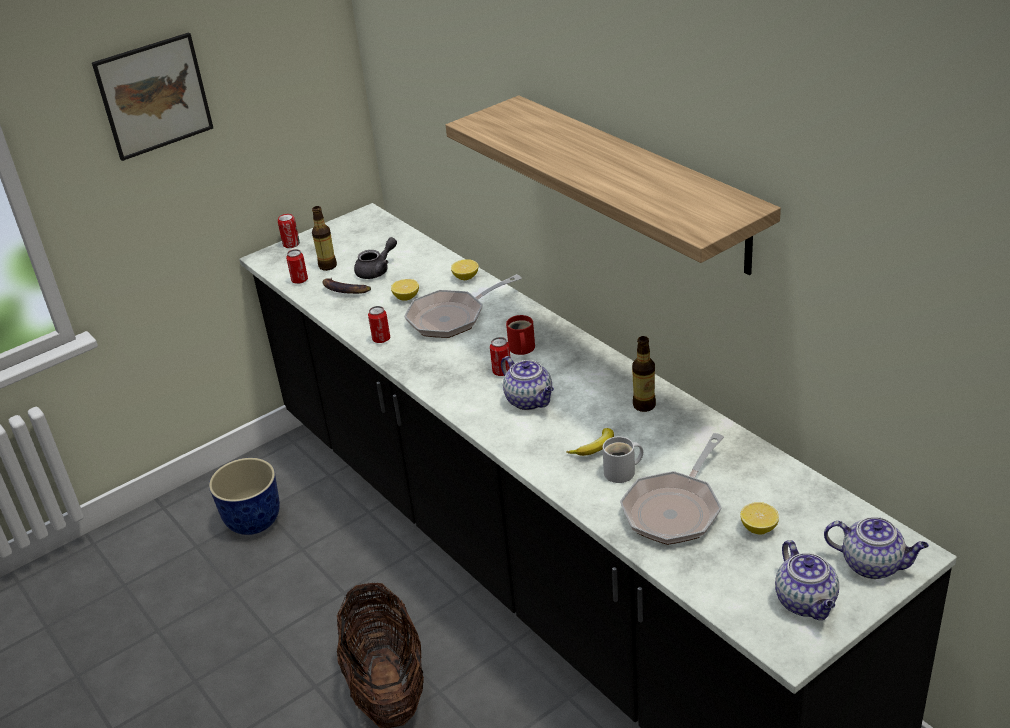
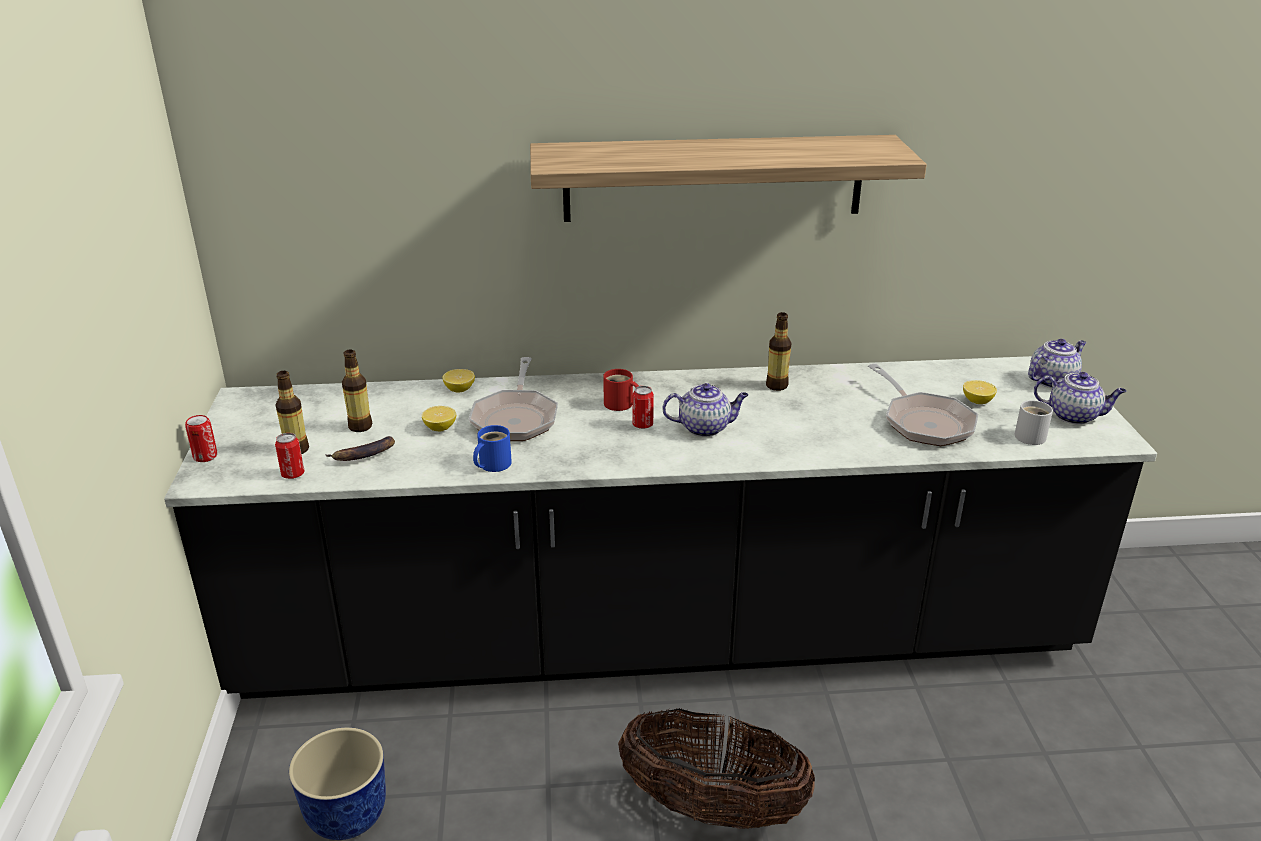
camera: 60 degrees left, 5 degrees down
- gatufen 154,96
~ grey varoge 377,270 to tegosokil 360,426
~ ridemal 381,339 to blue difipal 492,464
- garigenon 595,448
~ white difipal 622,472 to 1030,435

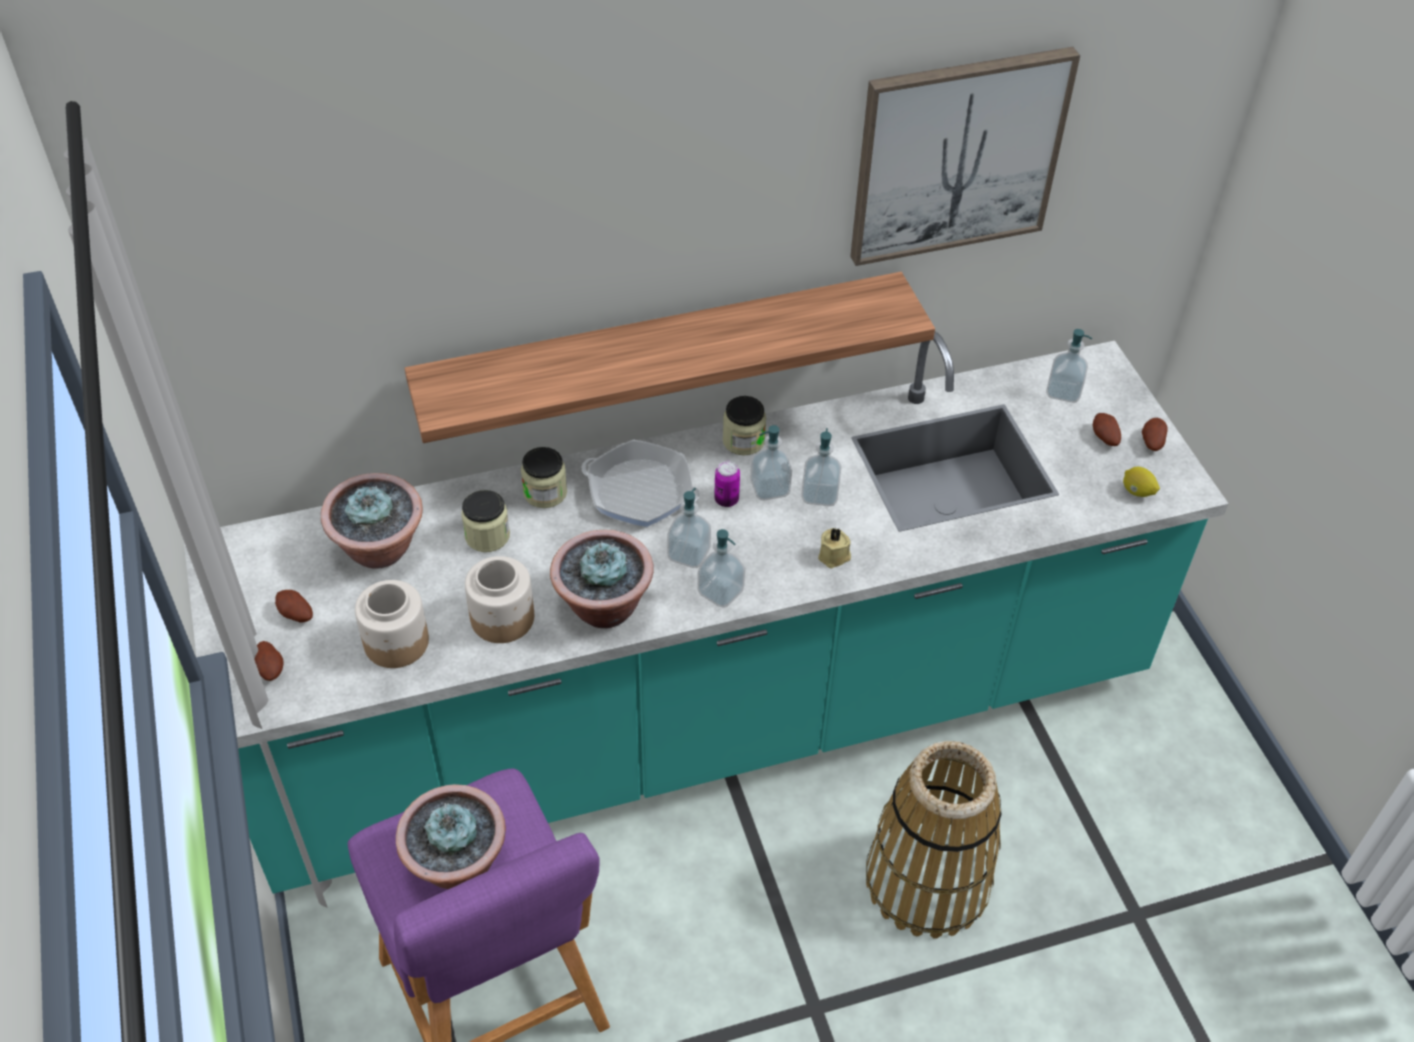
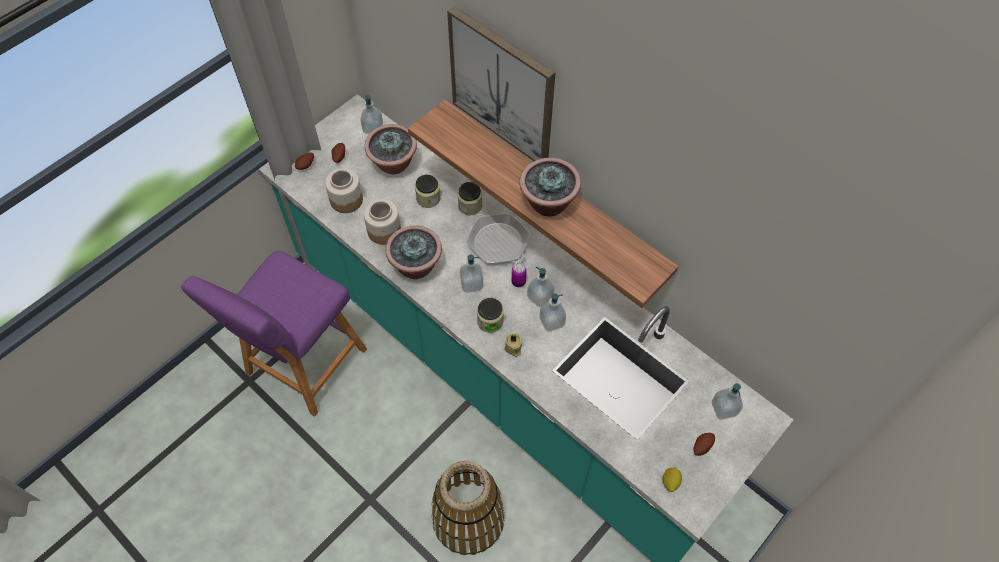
camera: 60 degrees right, 10 degrees up
~ gatufen 957,155 to 502,86
~ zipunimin 743,441 to 490,321
- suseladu 1151,442
~ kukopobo 640,491 = 498,243 150 degrees clockwise
~ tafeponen 720,592 to 373,128
~ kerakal 457,865 to 548,203

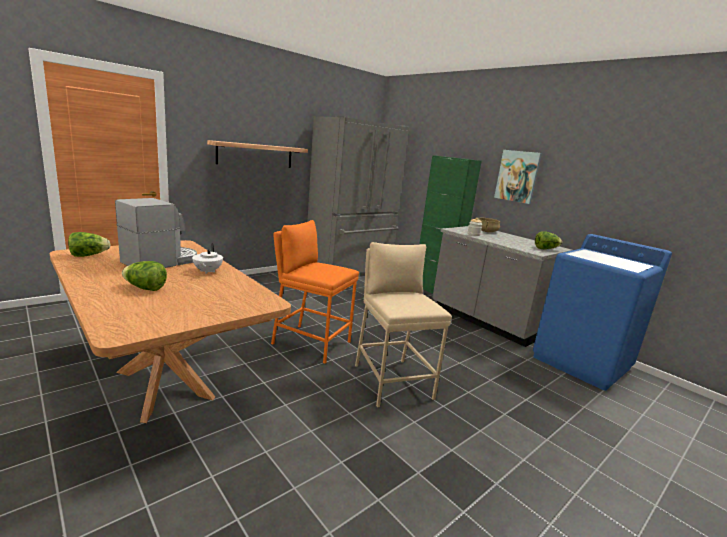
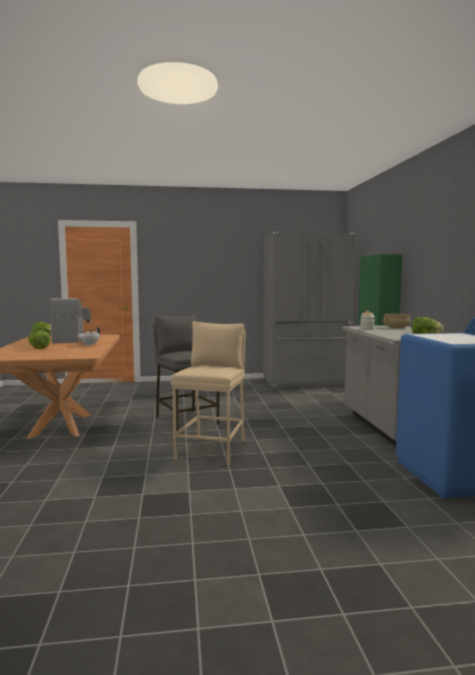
camera: 35 degrees right, 10 degrees down
- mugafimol 255,155
- gatufen 517,176
~ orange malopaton 311,342 to grey malopaton 186,420

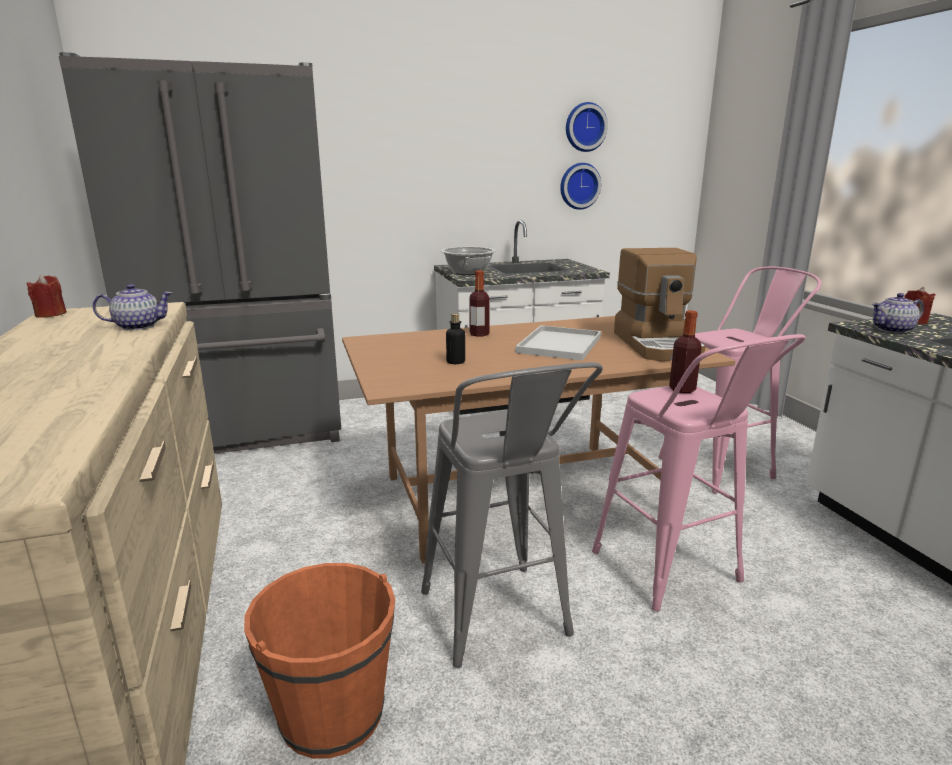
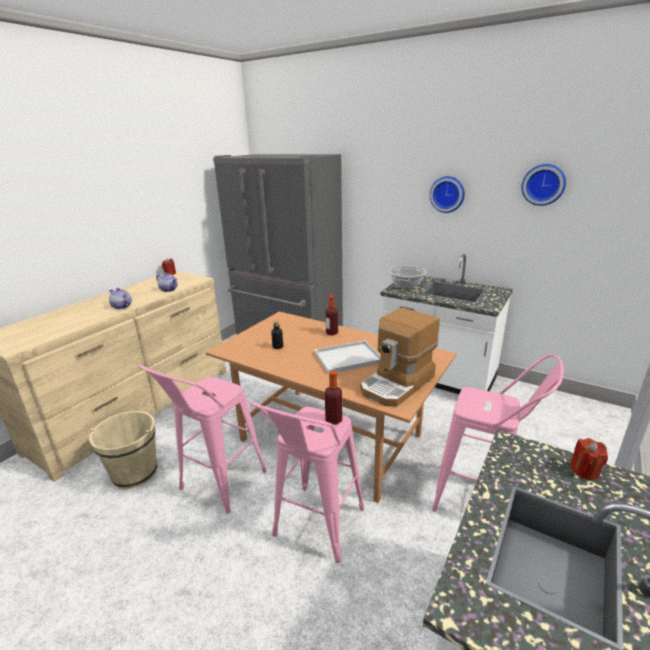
camera: 50 degrees right, 5 degrees up
~ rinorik 579,186 to 447,194
~ varoge 893,330 to 122,307
~ grey malopaton 499,624 to pink malopaton 217,486
~ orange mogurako 332,714 to beige mogurako 135,472

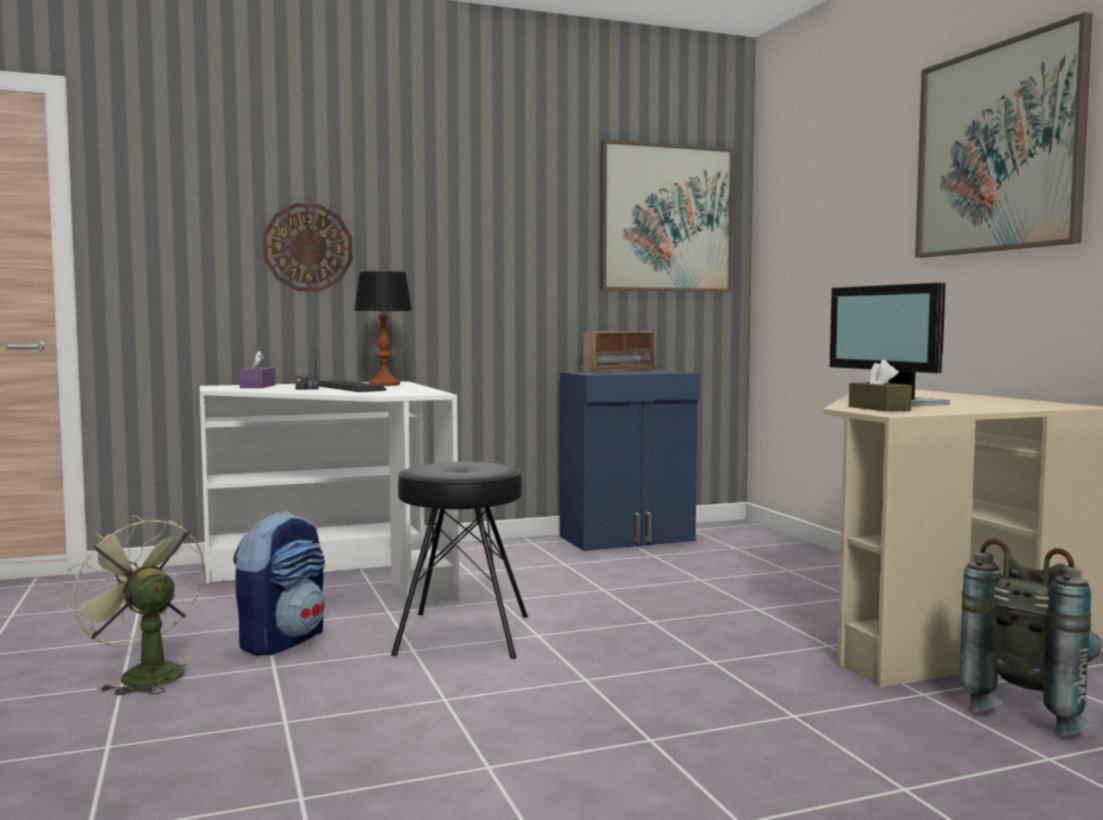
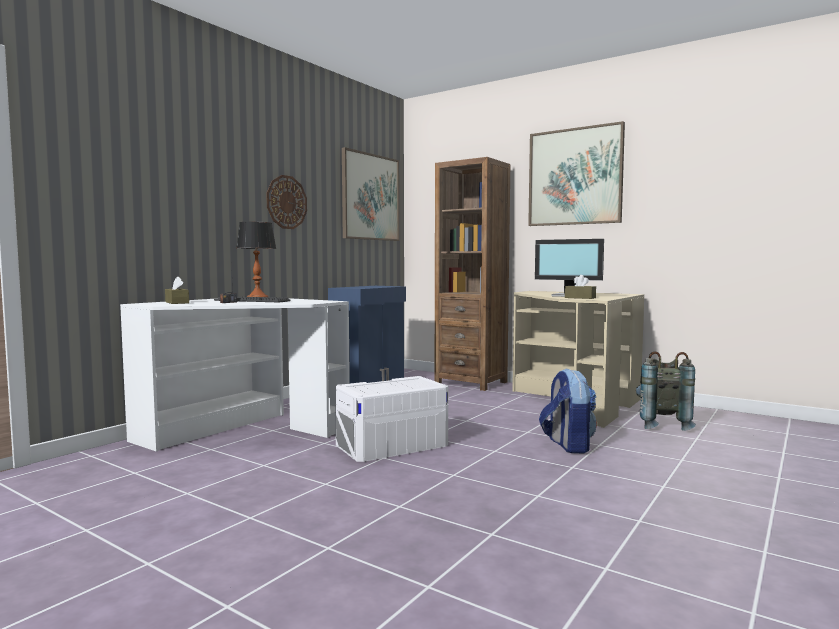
camera: 35 degrees left, 0 degrees up
~ rinorik 308,247 to 286,202
- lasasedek 618,371
~ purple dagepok 258,386 to brown dagepok 177,302
~ black malopaton 462,635 to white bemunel 391,445
~ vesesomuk 282,641 to 567,445
- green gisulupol 143,674
+ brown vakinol 471,383

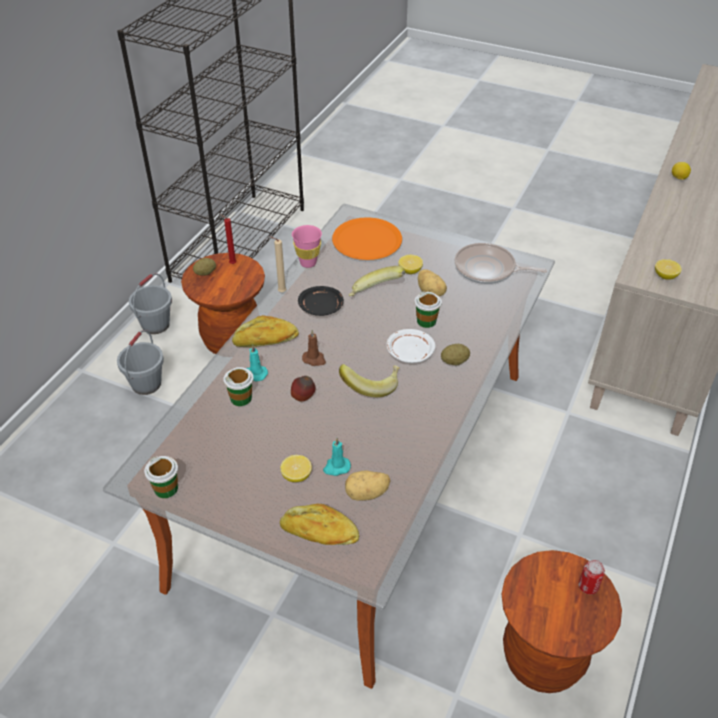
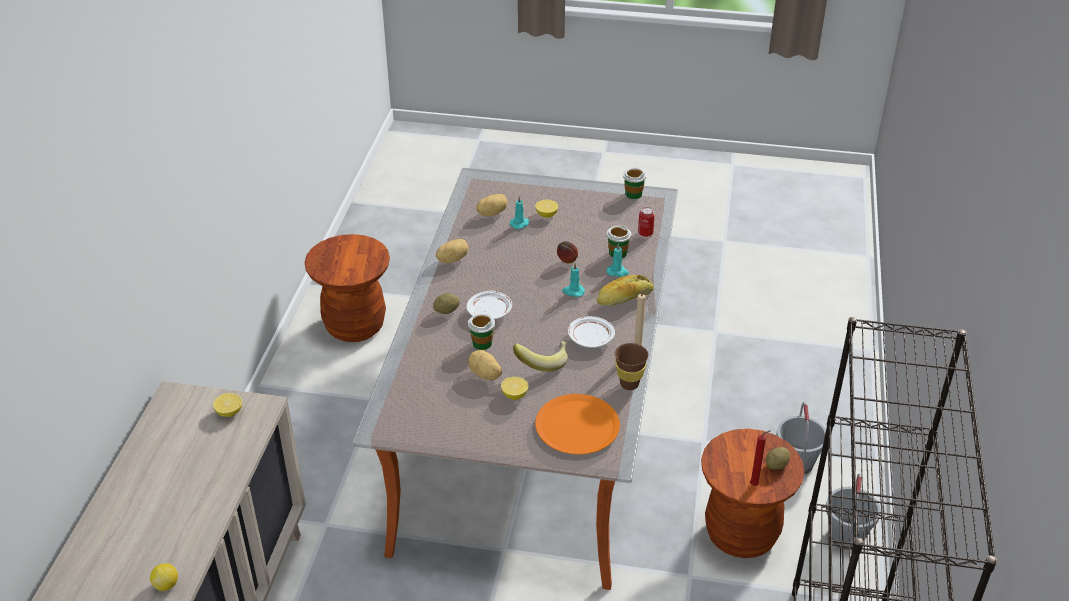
camera: 165 degrees right, 5 degrees down
~ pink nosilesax 308,263 to brown nosilesax 629,384
- kukopobo 488,269
~ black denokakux 321,307 to white denokakux 590,338
~ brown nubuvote 314,359 to turquoise nubuvote 573,291
- garigenon 371,385
- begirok 319,534
~ ridemal 588,586 to 645,233
+ suseladu 452,259

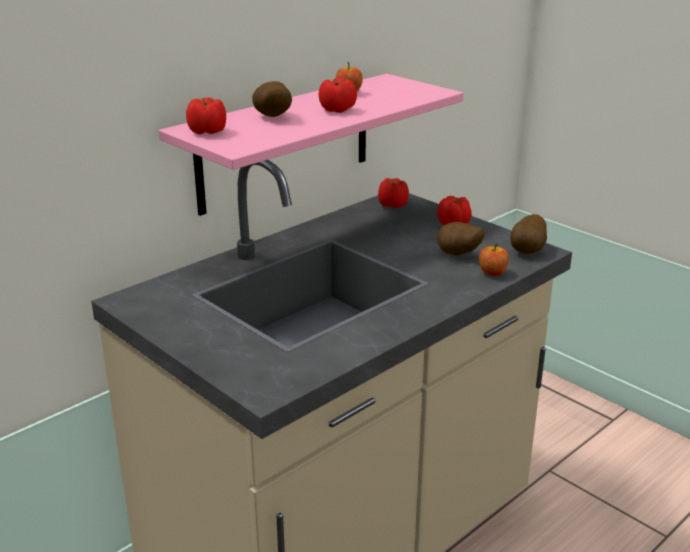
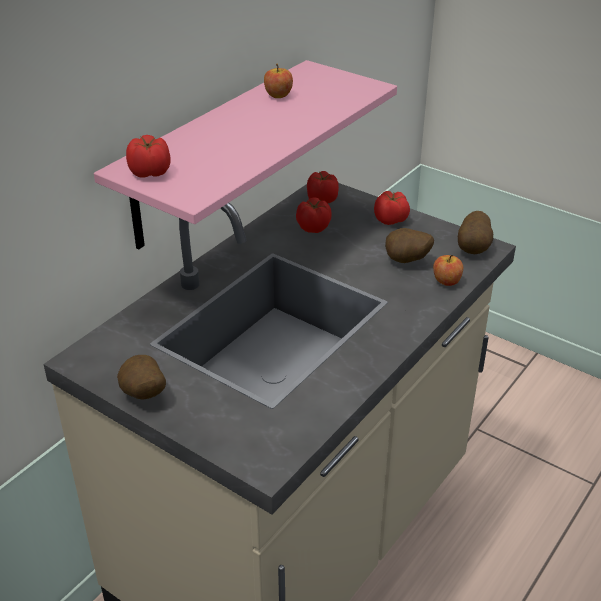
camera: 10 degrees left, 10 degrees up
~ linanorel 338,110 to 314,227
~ suseladu 272,117 to 143,395

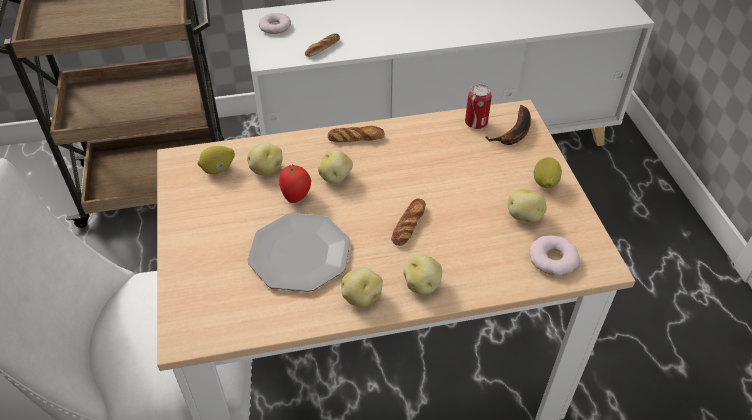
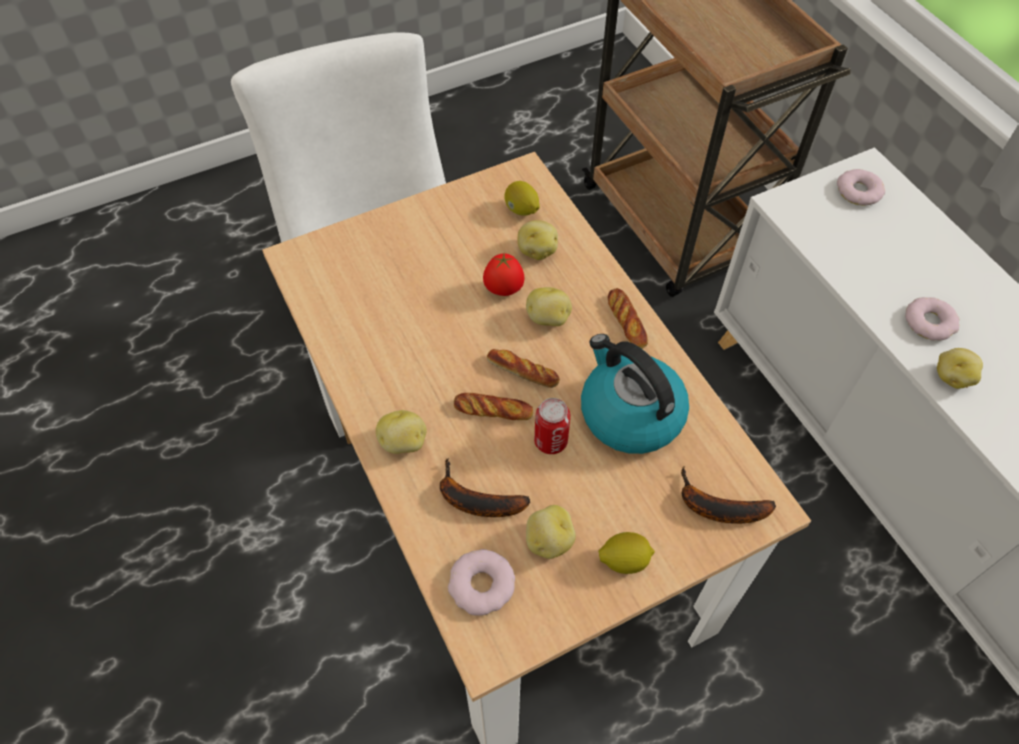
camera: 75 degrees right, 10 degrees up
~ begirok 322,48 to 522,371
~ ridemal 476,123 to 550,441
- denokakux 300,254
~ suseladu 361,297 to 952,377
+ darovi 929,322
+ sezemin 629,414
+ garigenon 474,500

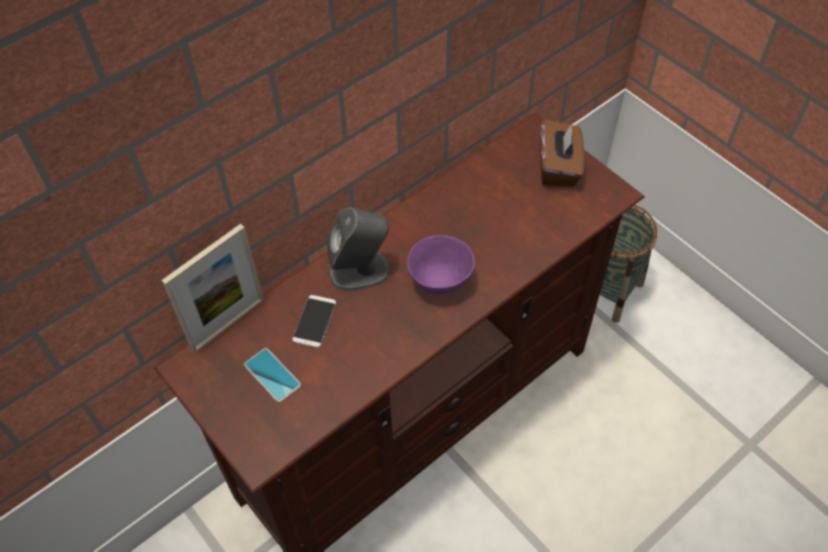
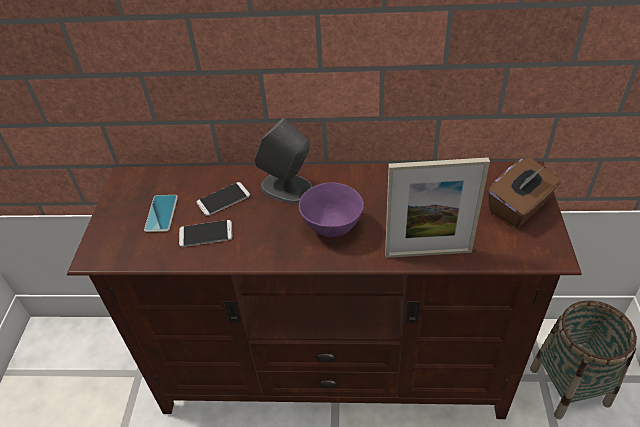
camera: 45 degrees right, 10 degrees down
~ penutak 228,324 to 428,253
+ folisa 206,234

